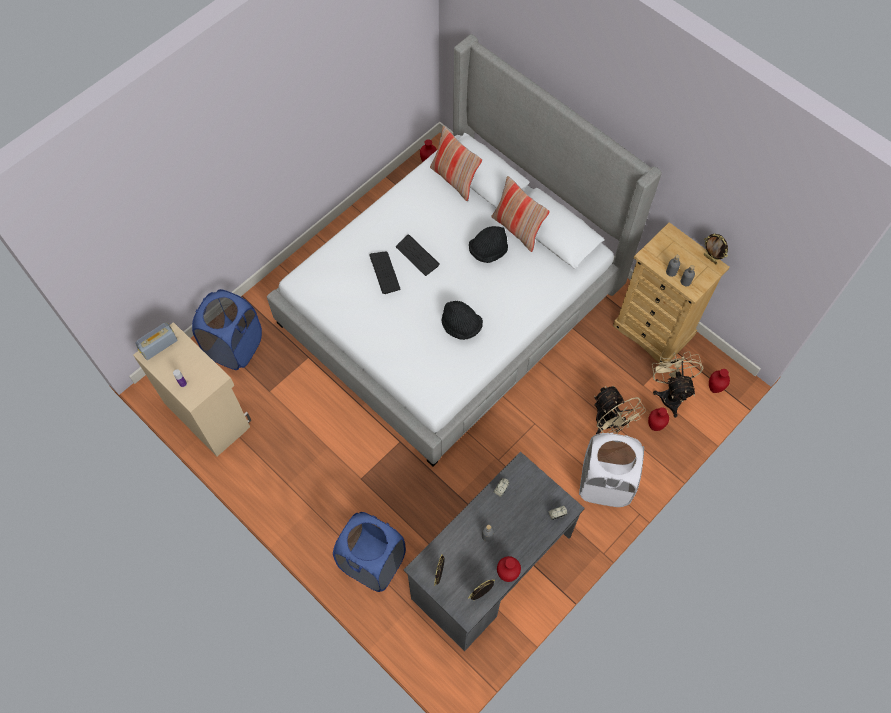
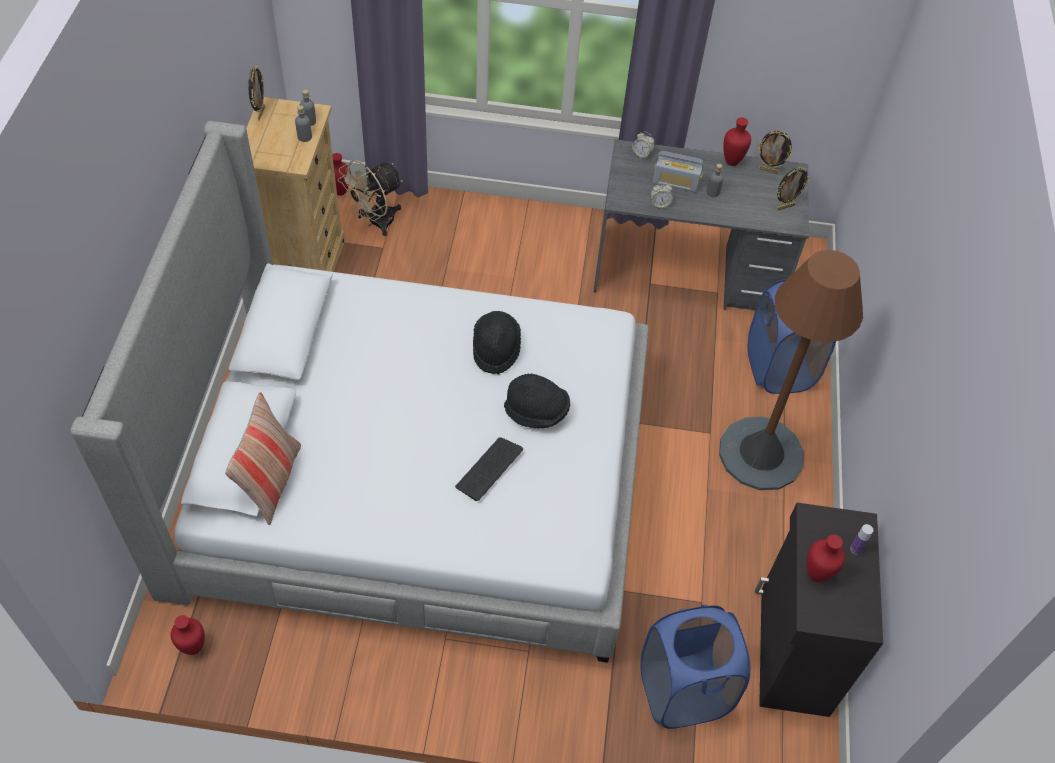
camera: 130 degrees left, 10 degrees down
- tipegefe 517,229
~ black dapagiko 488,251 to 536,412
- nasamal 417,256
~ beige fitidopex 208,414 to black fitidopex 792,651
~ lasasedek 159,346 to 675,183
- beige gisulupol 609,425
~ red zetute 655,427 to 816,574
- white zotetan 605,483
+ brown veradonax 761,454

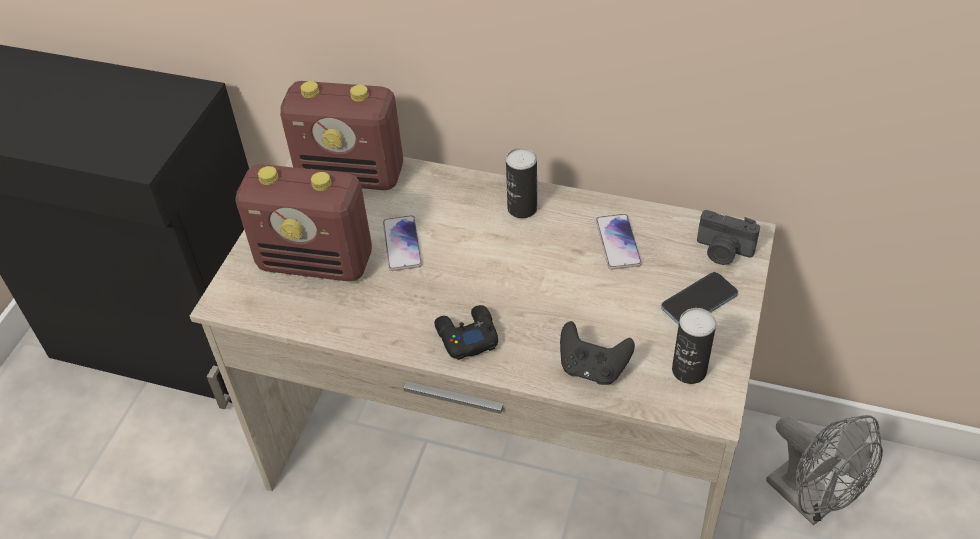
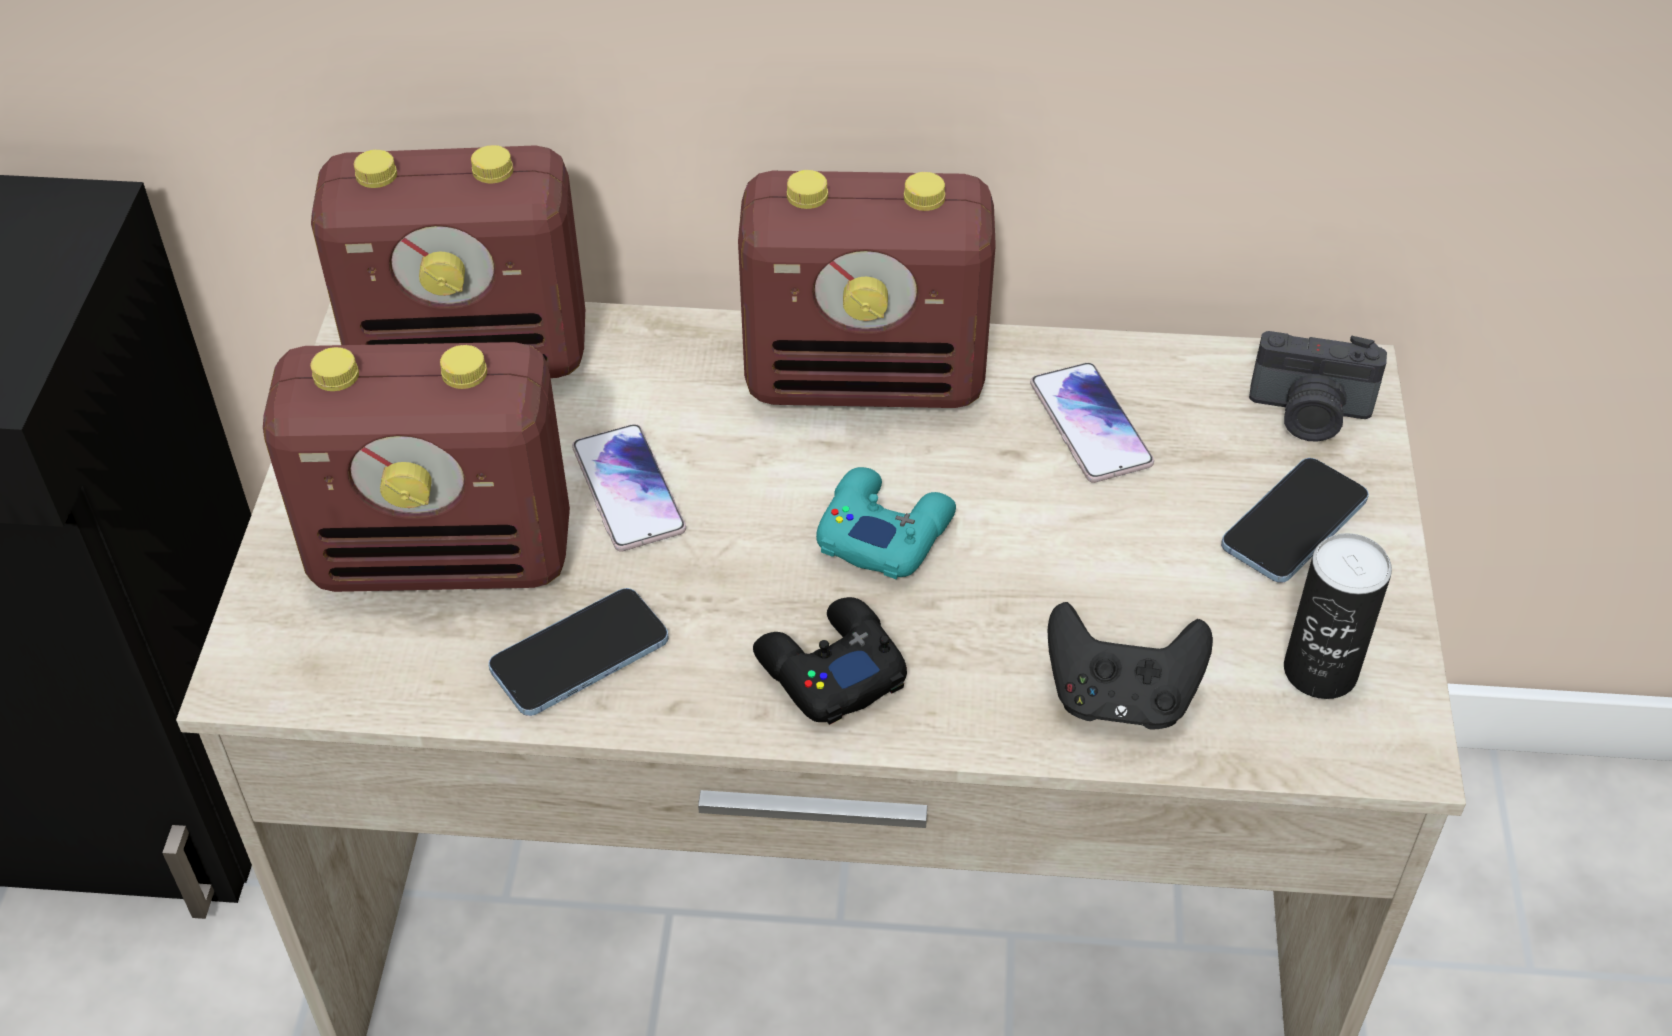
camera: 15 degrees left, 0 degrees up
~ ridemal 522,208 to lasasedek 867,379
- grey gisulupol 811,501
+ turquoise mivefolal 884,532
+ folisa 580,655

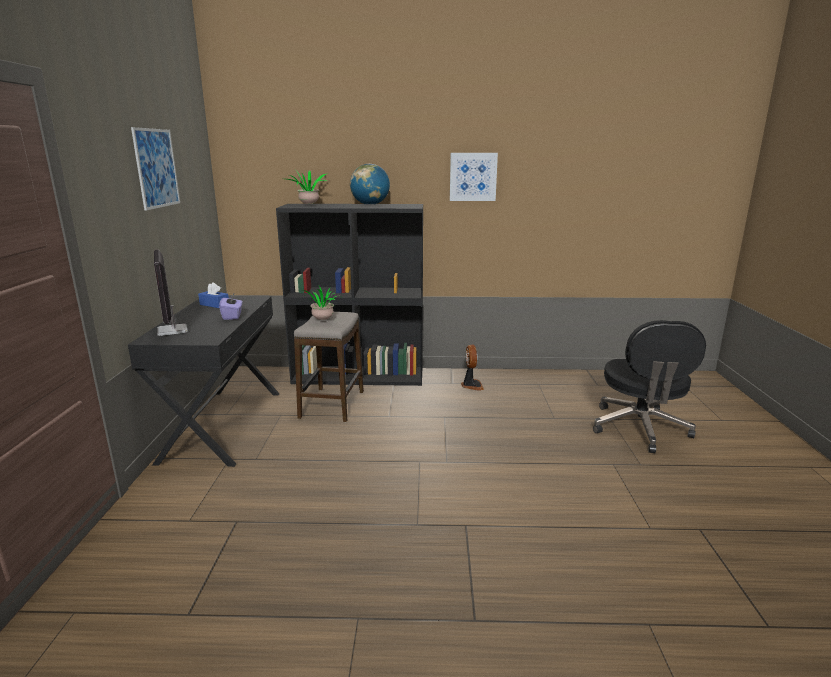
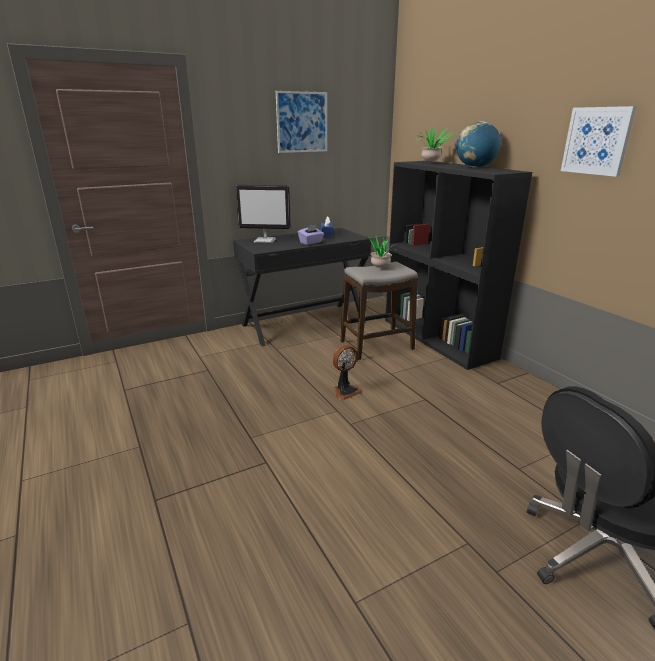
camera: 60 degrees right, 5 degrees up
~ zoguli 172,330 = 265,240 120 degrees counterclockwise
~ gisulupol 471,385 to 345,391

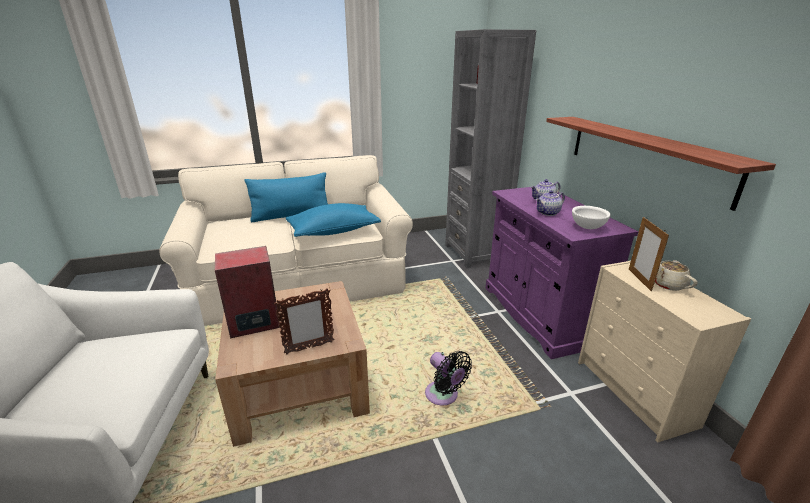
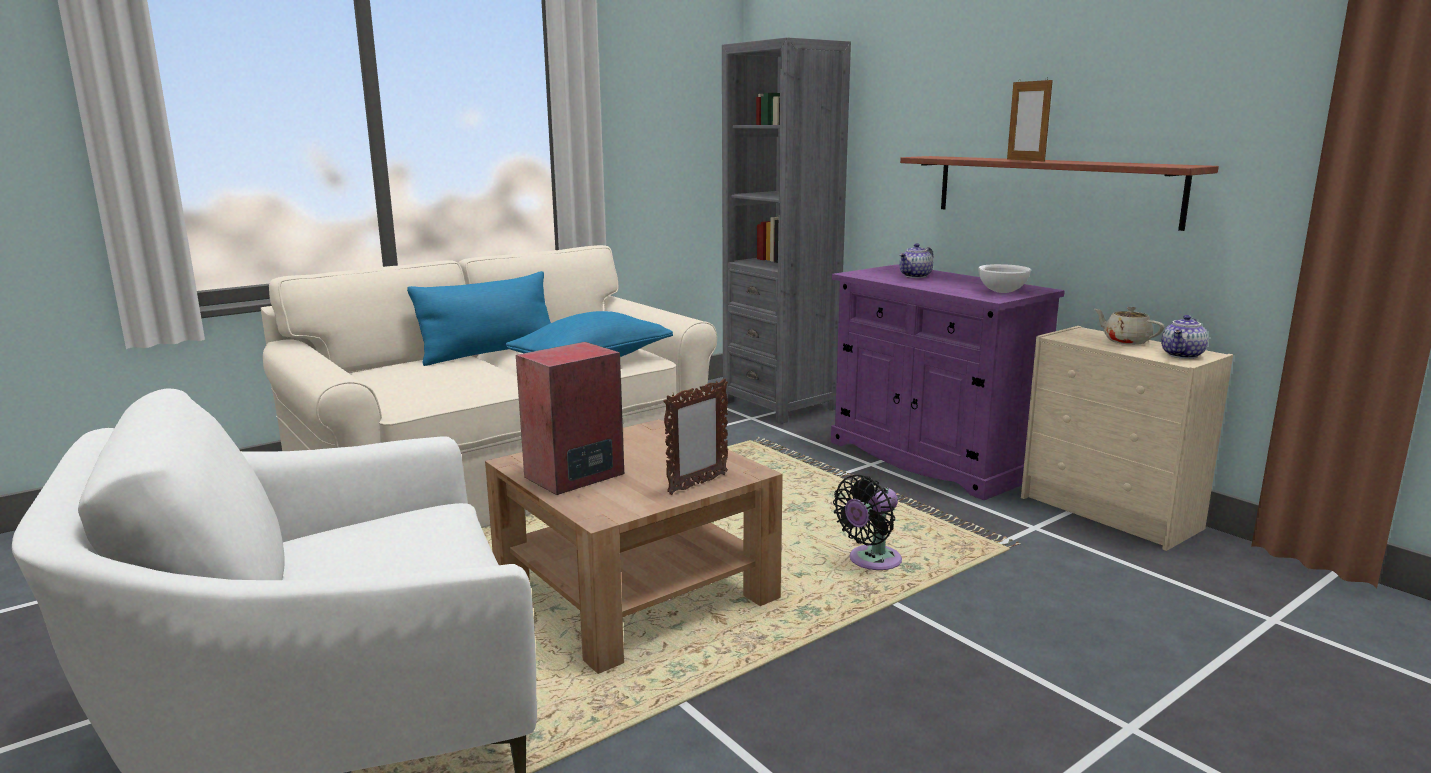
camera: 20 degrees left, 10 degrees down
~ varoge 548,213 to 1183,355
~ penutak 639,279 to 1025,160
~ black gisulupol 444,396 = 871,561 105 degrees clockwise

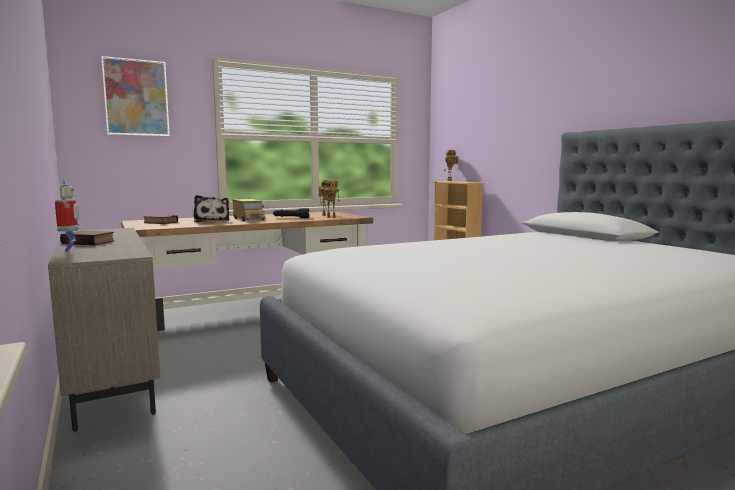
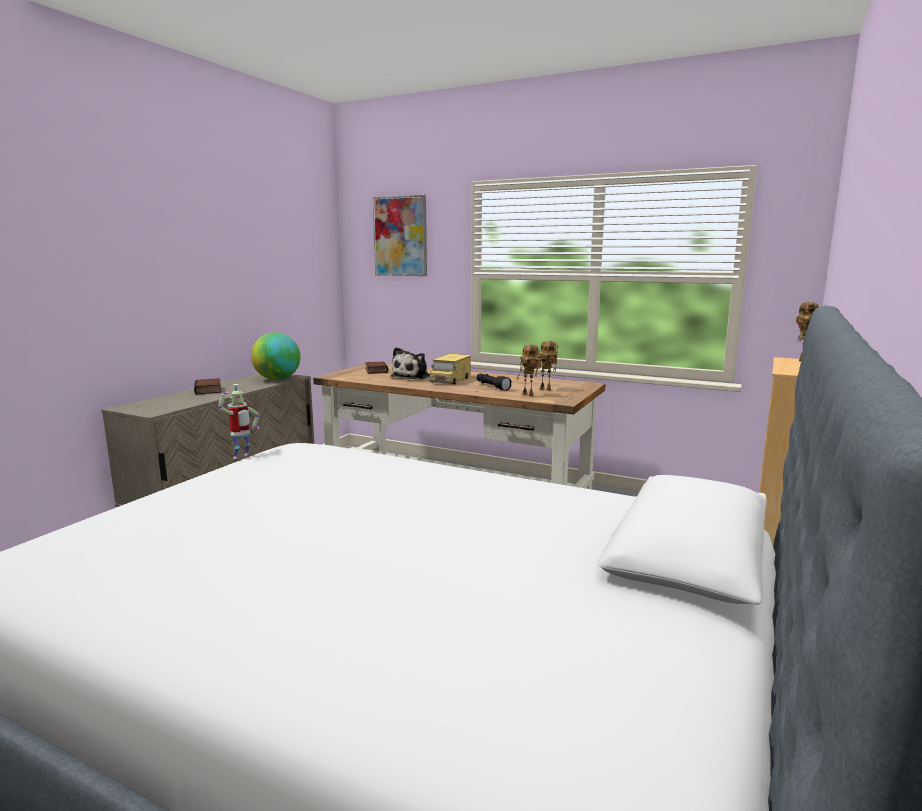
camera: 55 degrees right, 5 degrees up
~ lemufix 70,253 to 242,457
+ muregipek 277,379

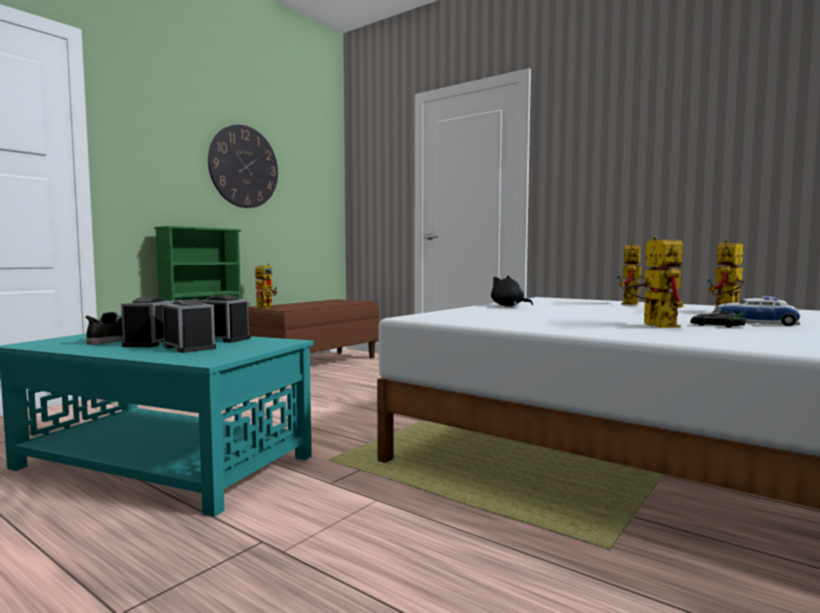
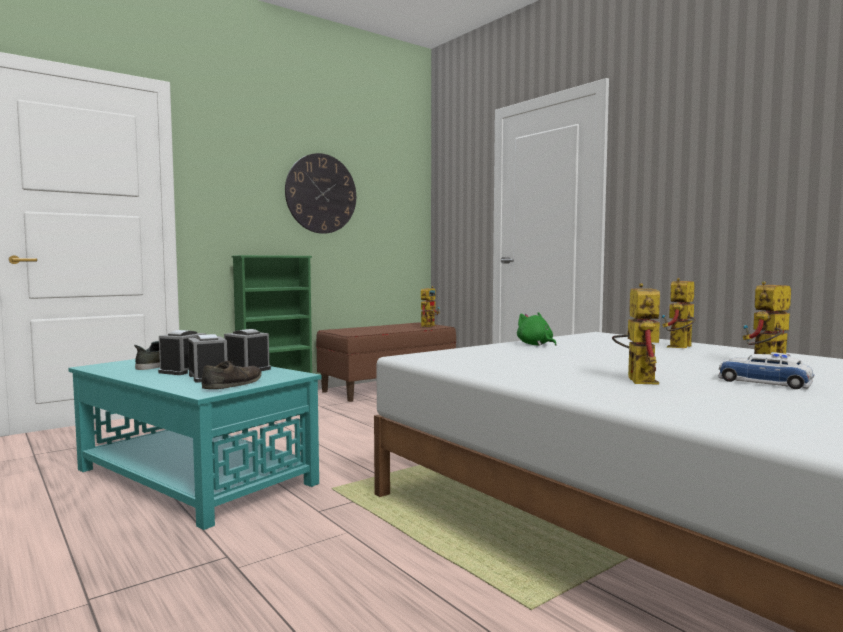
camera: 15 degrees right, 0 degrees up
~ lemufix 265,307 to 429,325
~ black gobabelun 509,306 to green gobabelun 535,345
- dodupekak 717,325
+ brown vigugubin 233,384

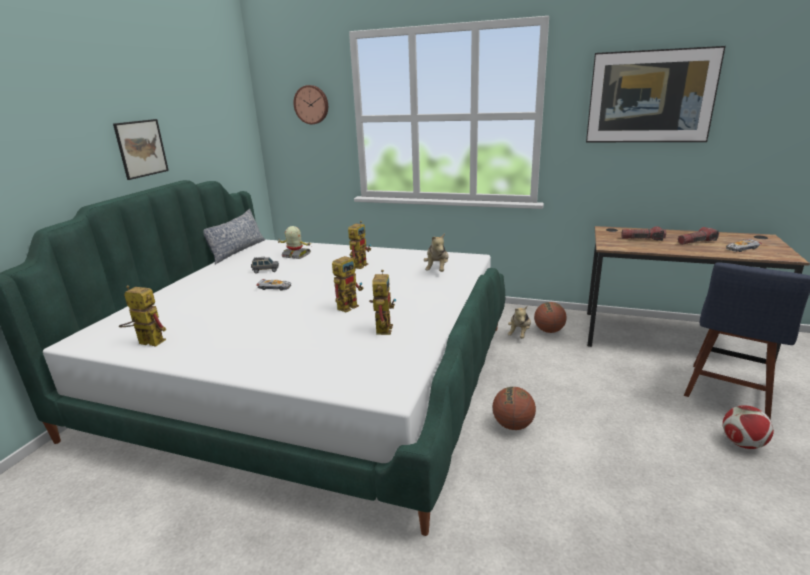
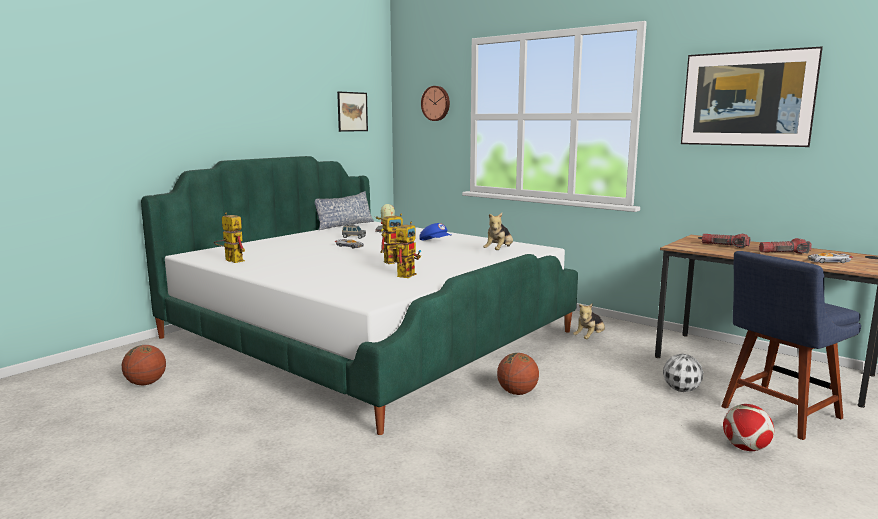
camera: 20 degrees right, 10 degrees down
~ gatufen 141,148 to 352,111
~ lemufix 360,264 to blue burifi 435,242
~ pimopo 549,331 to 146,383
+ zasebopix 682,390

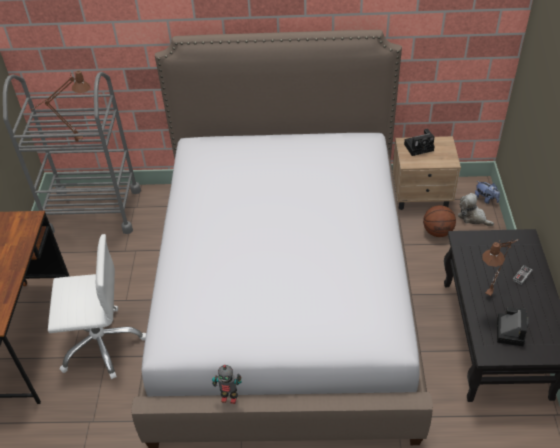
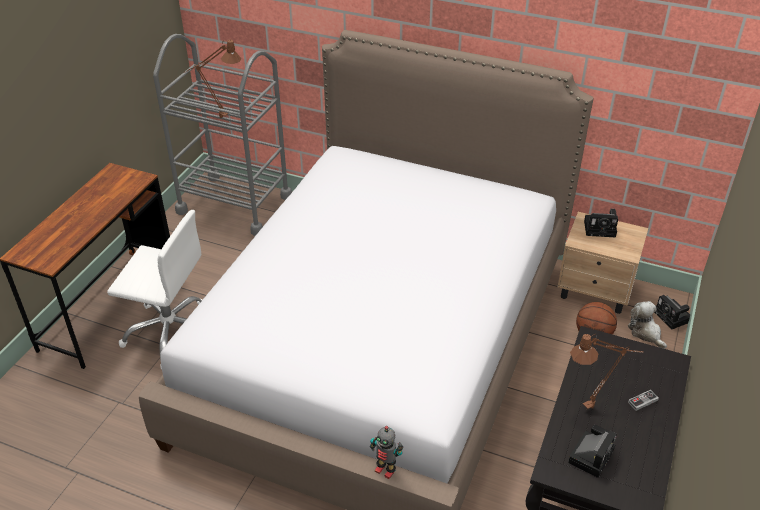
camera: 20 degrees right, 5 degrees down
~ gobabelun 485,199 to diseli 672,317
~ lemufix 229,397 to 385,470

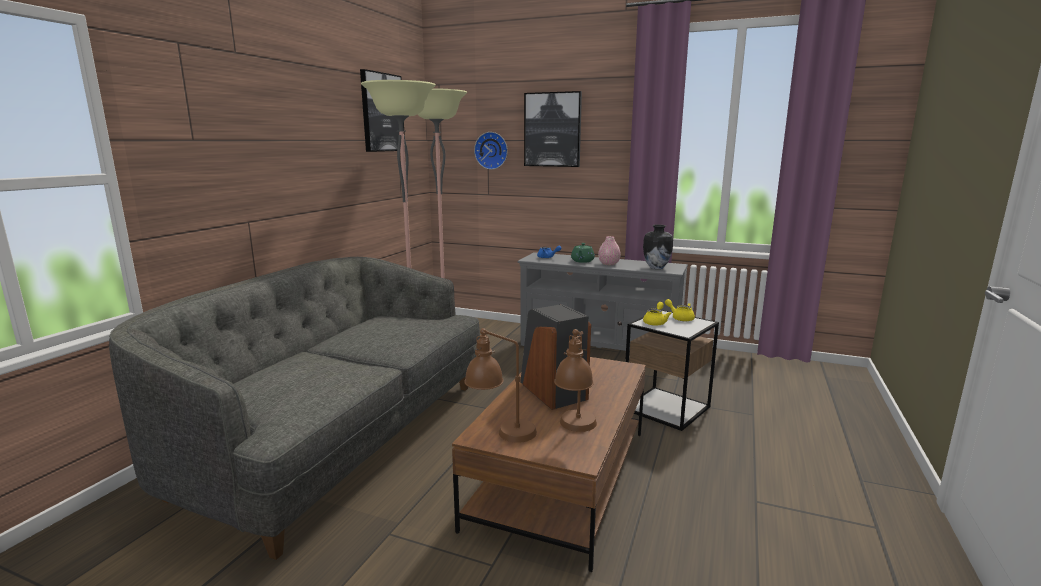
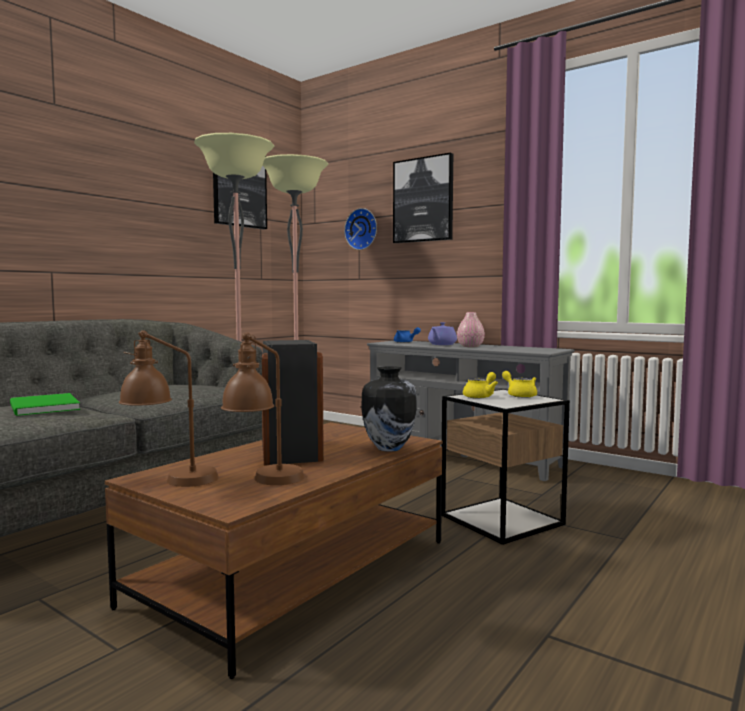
camera: 15 degrees right, 10 degrees down
~ zetute 656,267 to 388,448
~ green varoge 582,261 to purple varoge 441,344
+ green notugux 42,407

